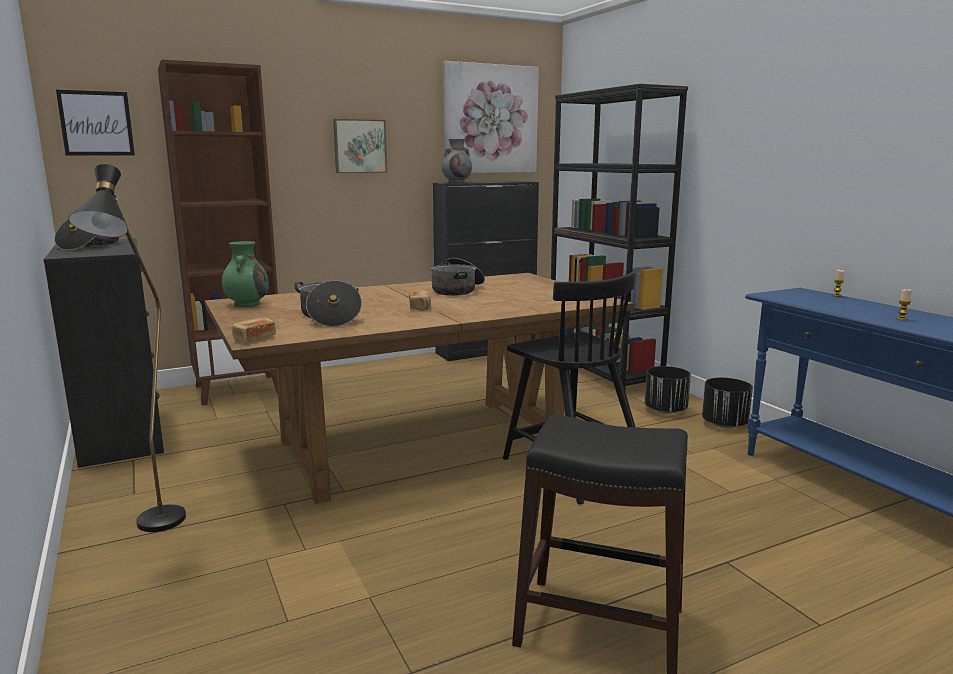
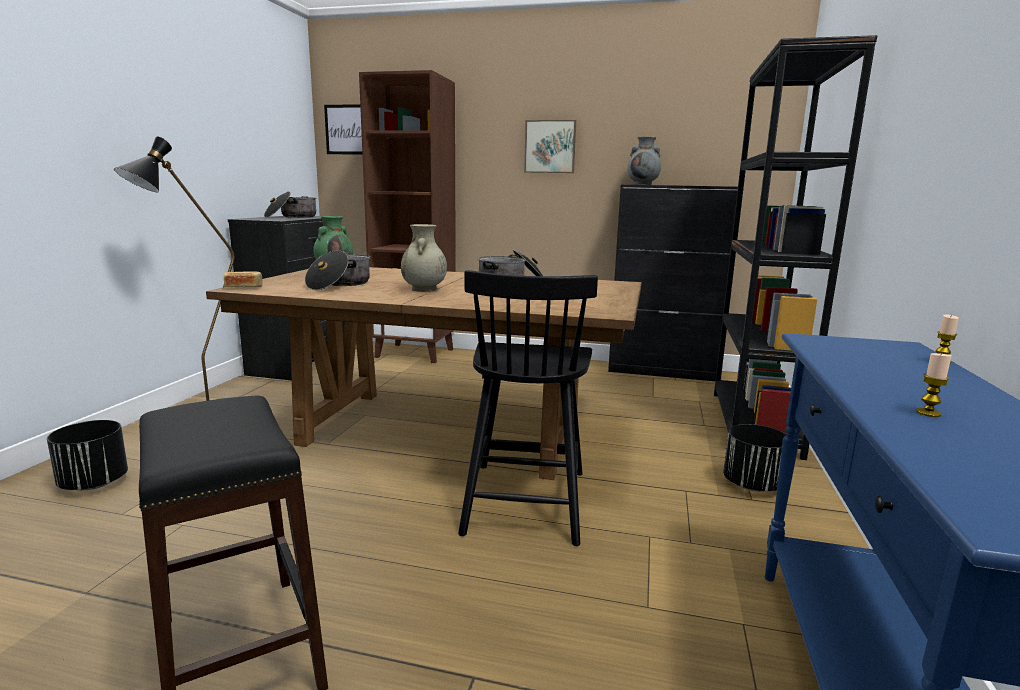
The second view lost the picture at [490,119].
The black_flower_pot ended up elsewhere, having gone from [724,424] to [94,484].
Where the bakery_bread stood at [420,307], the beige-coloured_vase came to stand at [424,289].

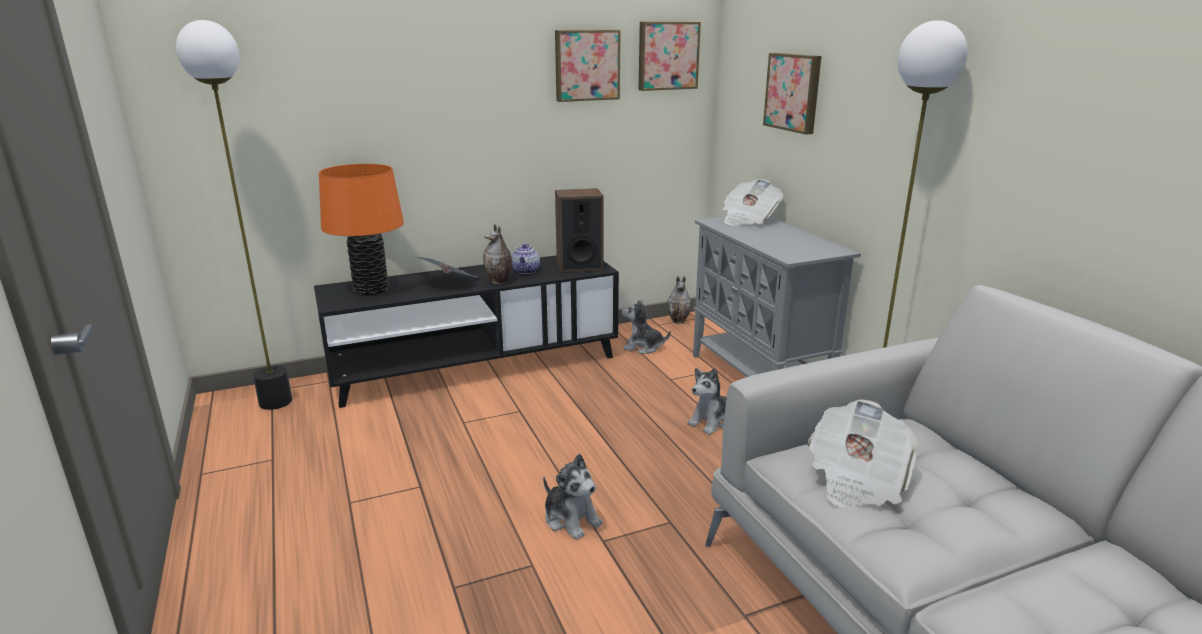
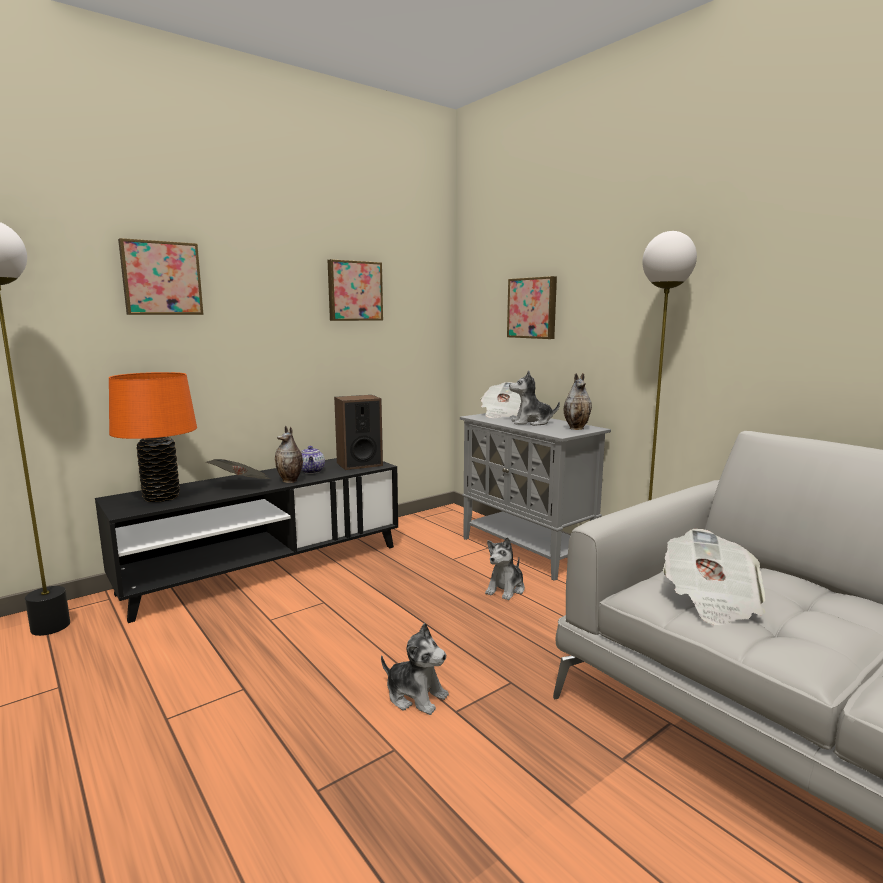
The plush_toy ended up elsewhere, having gone from [643,347] to [531,422].
The picture ended up elsewhere, having gone from [667,55] to [161,278].
The vase ended up elsewhere, having gone from [679,321] to [577,428].

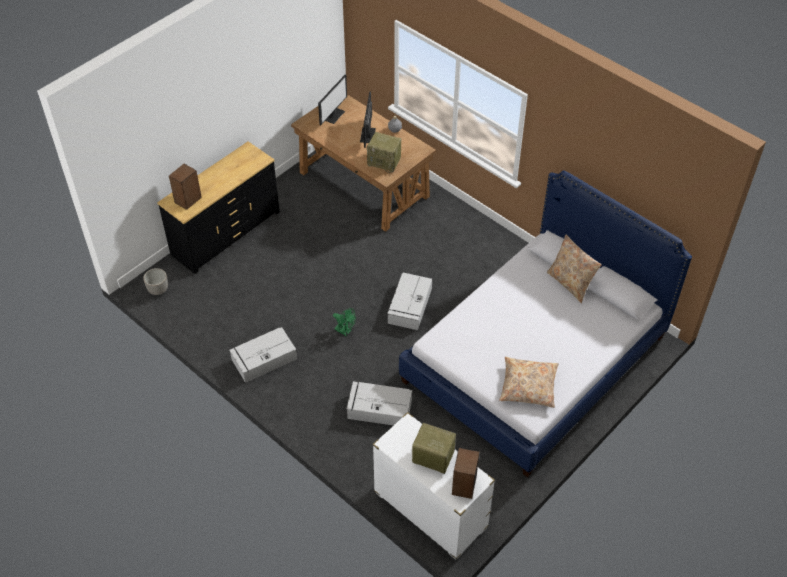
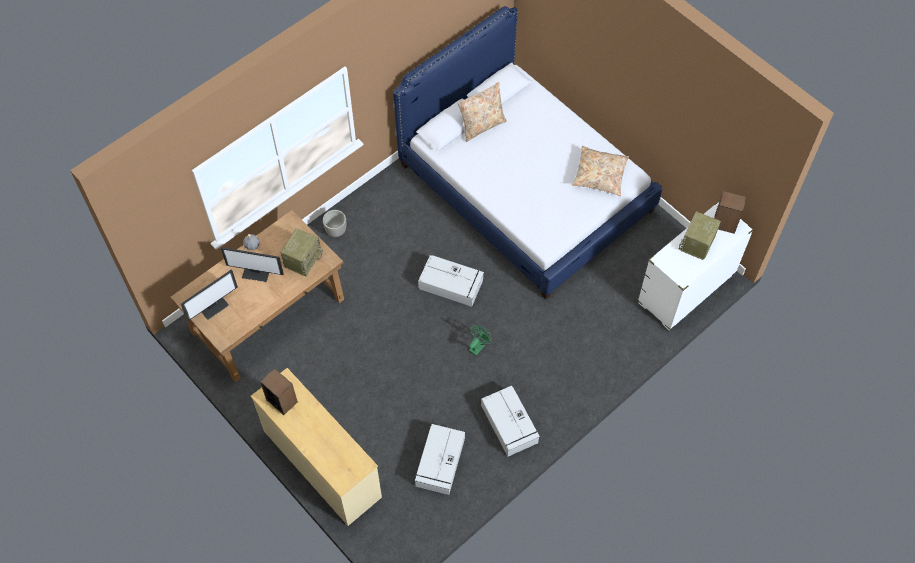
The flower_pot ended up elsewhere, having gone from [158,290] to [336,231].
The loudspeaker ended up elsewhere, having gone from [188,200] to [282,400].
The greyish_storage_box ended up elsewhere, having gone from [378,409] to [440,463].
What was the black_dresser at [225,233] turned into the beige-coloured_dresser at [321,464].
The computer_display at [333,115] ended up facing another way, 105 degrees clockwise from before.

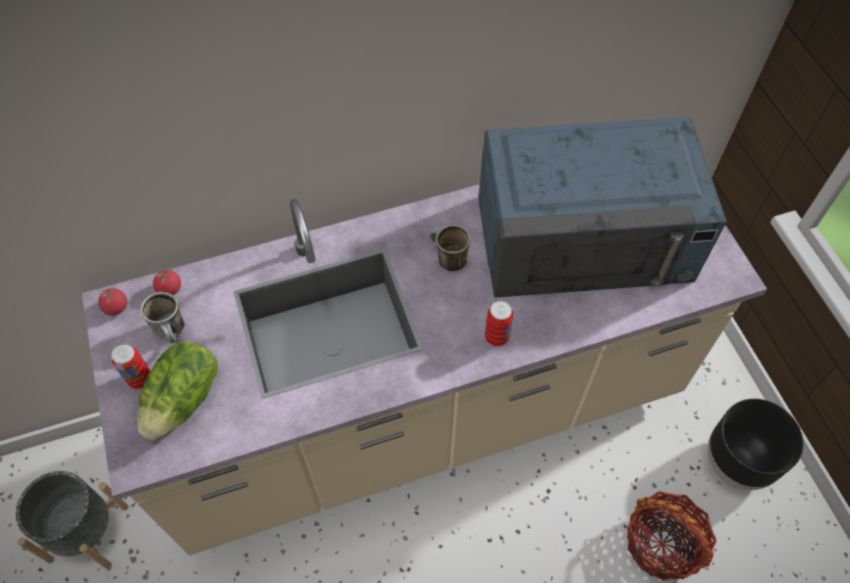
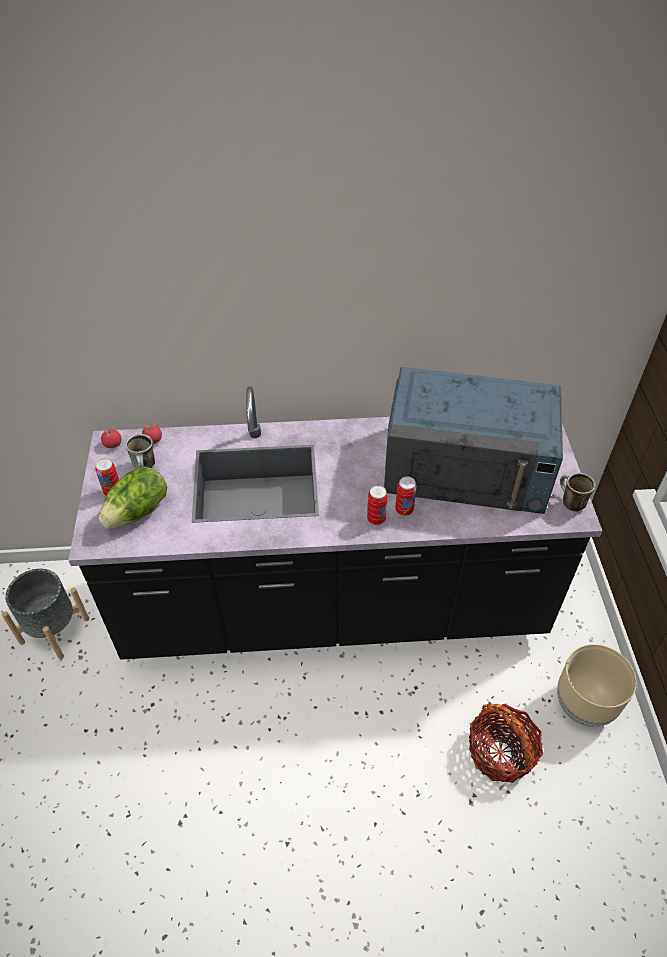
The second view gained the can at [404,510].
The mug ended up elsewhere, having gone from [447,259] to [569,502].
What was the beige-coloured_counter at [425,413] turned into the black_counter at [333,606].
What was the black_flower_pot at [737,463] turned into the beige-coloured_flower_pot at [584,705].

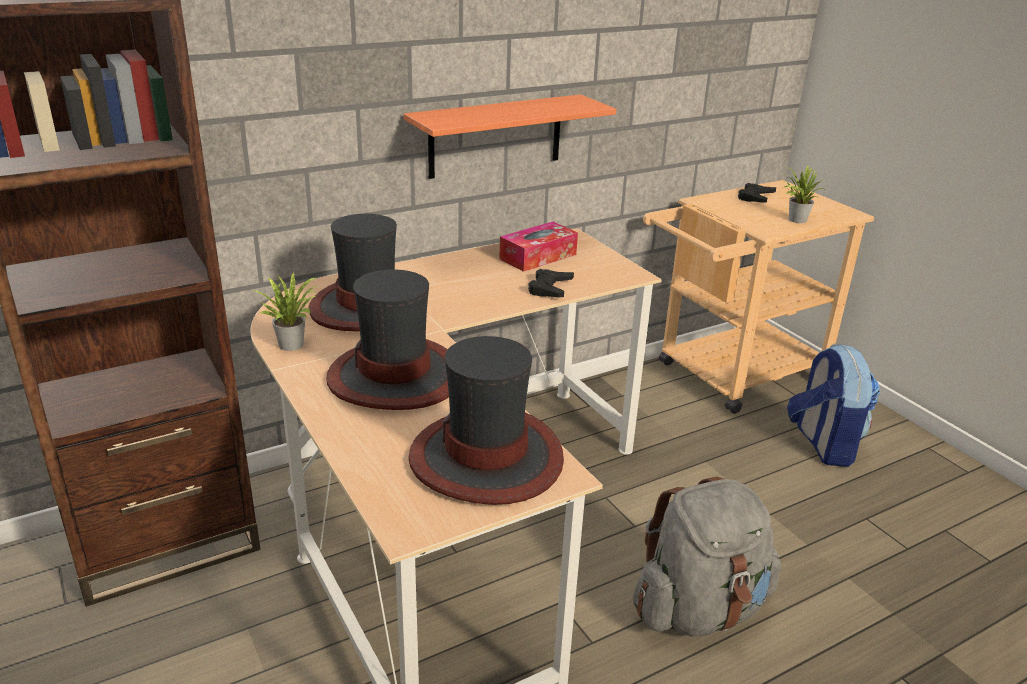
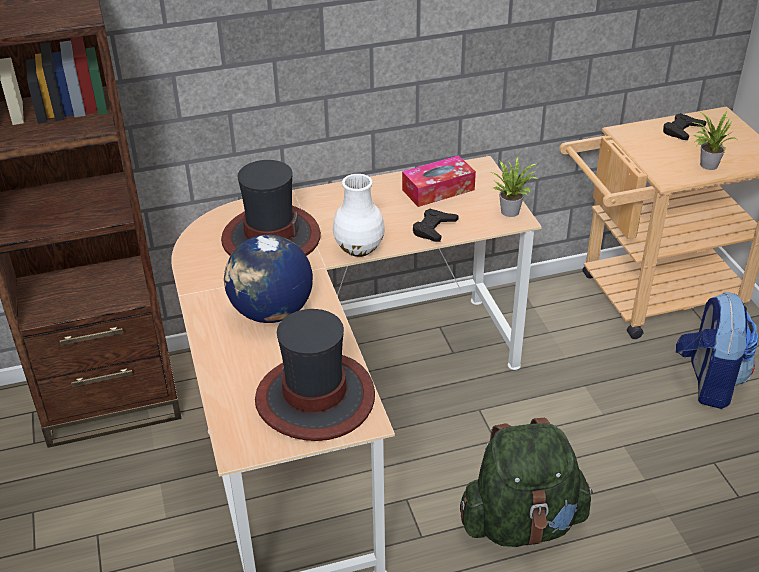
The second view lost the bracket_shelf at [495,136].
The second view gained the white_vase at [358,249].
The potted_plant ended up elsewhere, having gone from [293,343] to [511,210].
Where the hat stood at [395,377], the globe came to stand at [271,312].
What was the greyish_rucksack at [700,609] turned into the green_rucksack at [522,523].

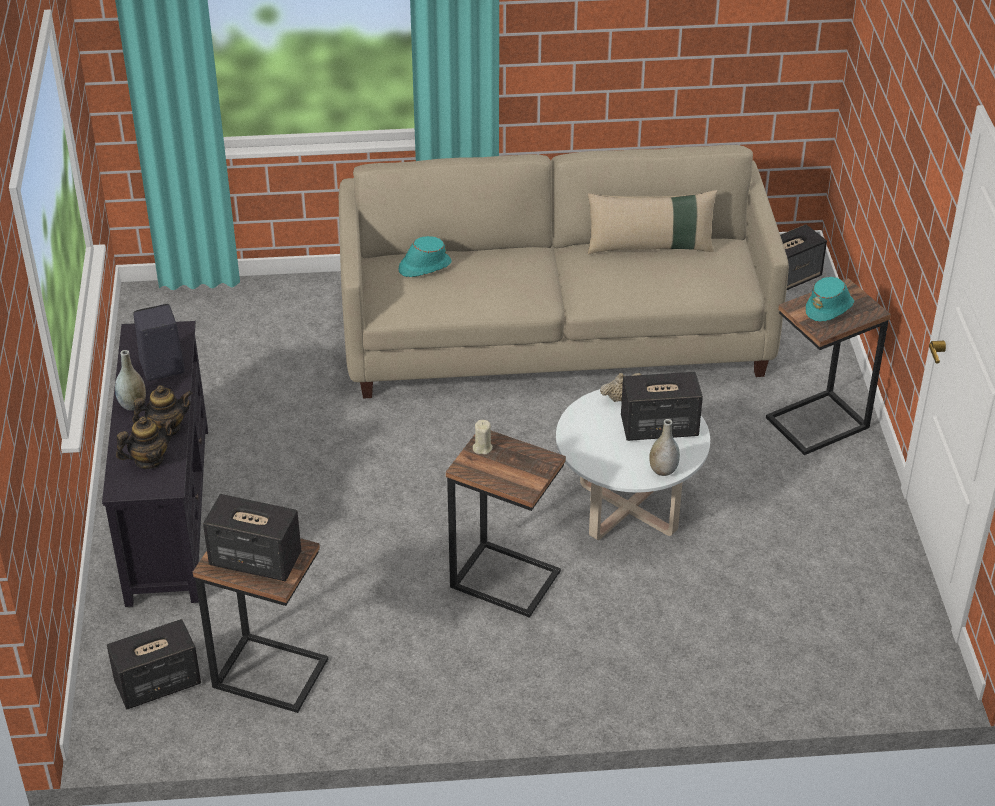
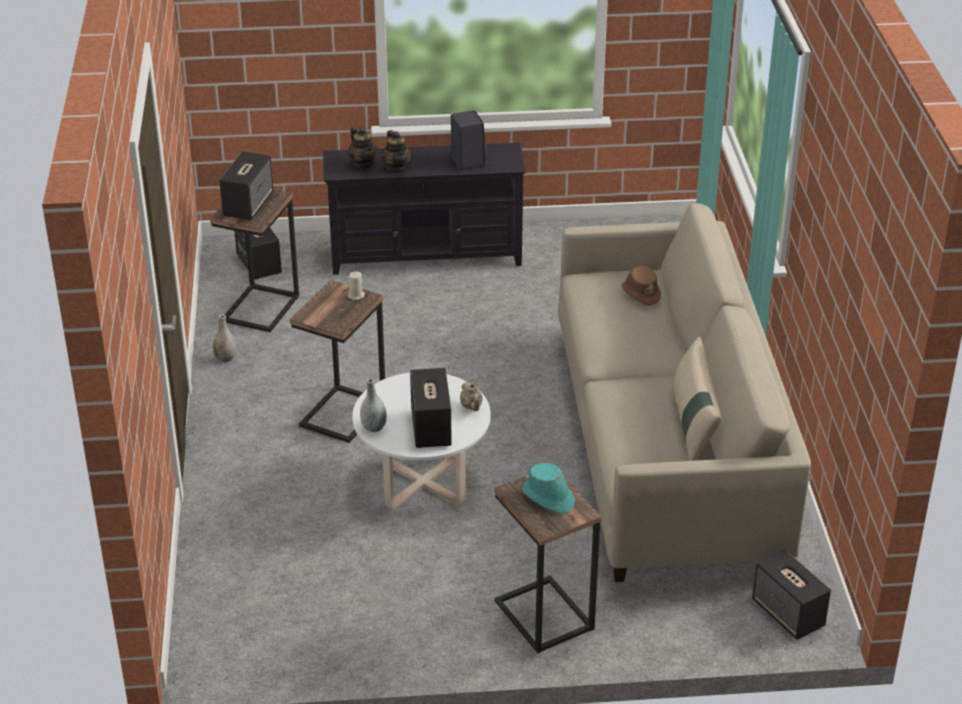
The greyish_vase ended up elsewhere, having gone from [132,405] to [225,358].
What was the turquoise-coloured_hat at [424,266] turned into the brown-coloured_hat at [641,293].

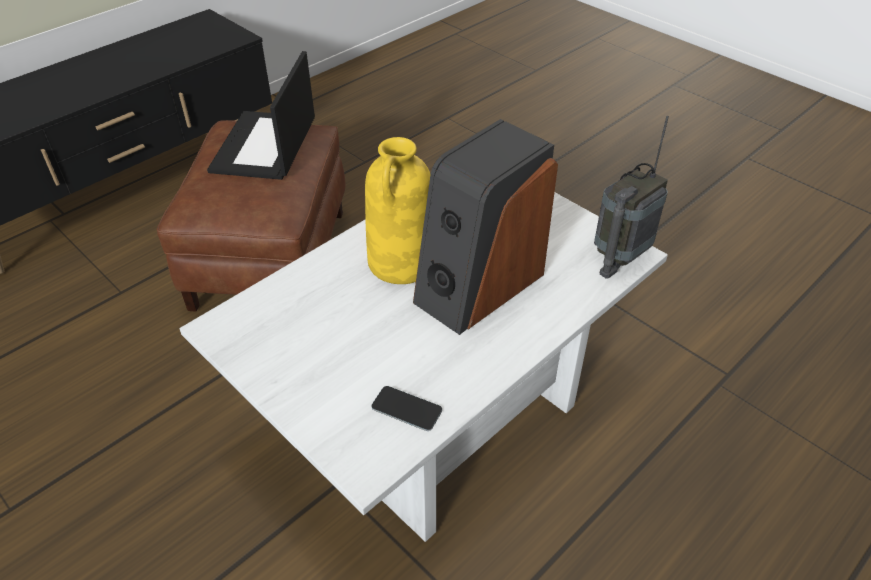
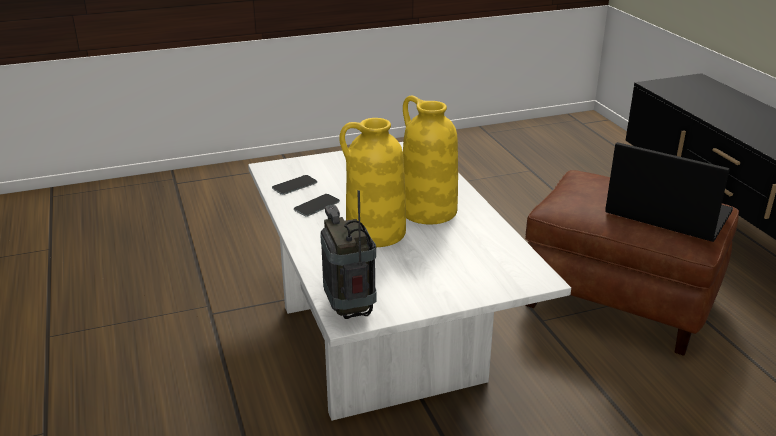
The second view gained the handset at [316,205].
Where the loudspeaker stood at [478,286], the yellowish_vase came to stand at [375,233].

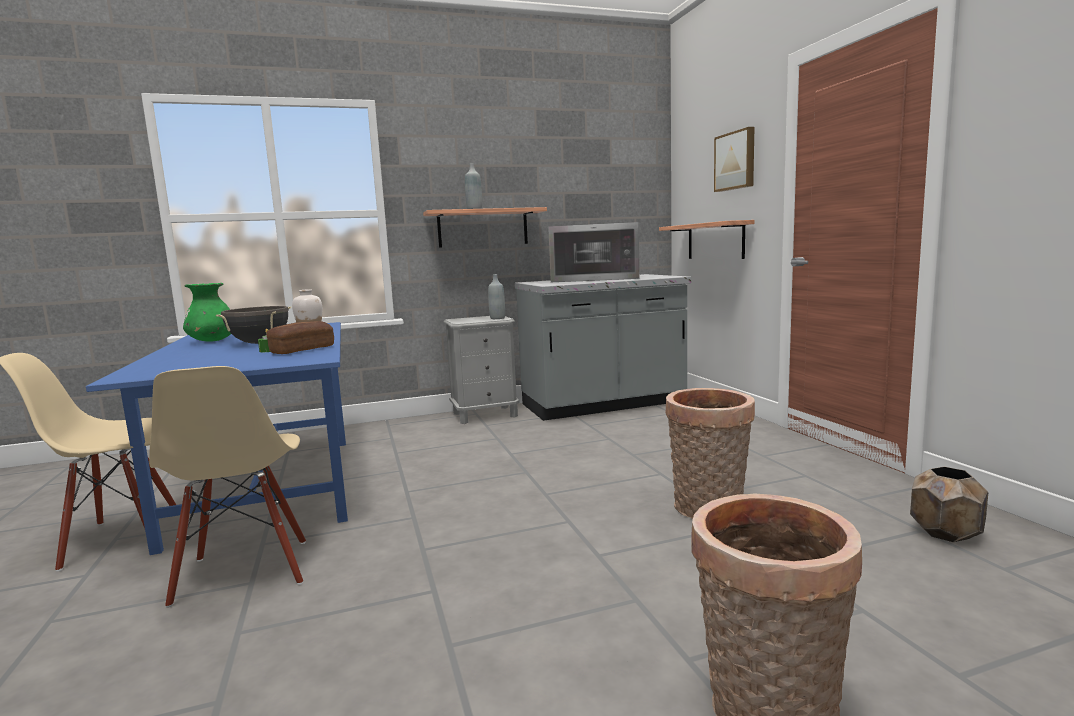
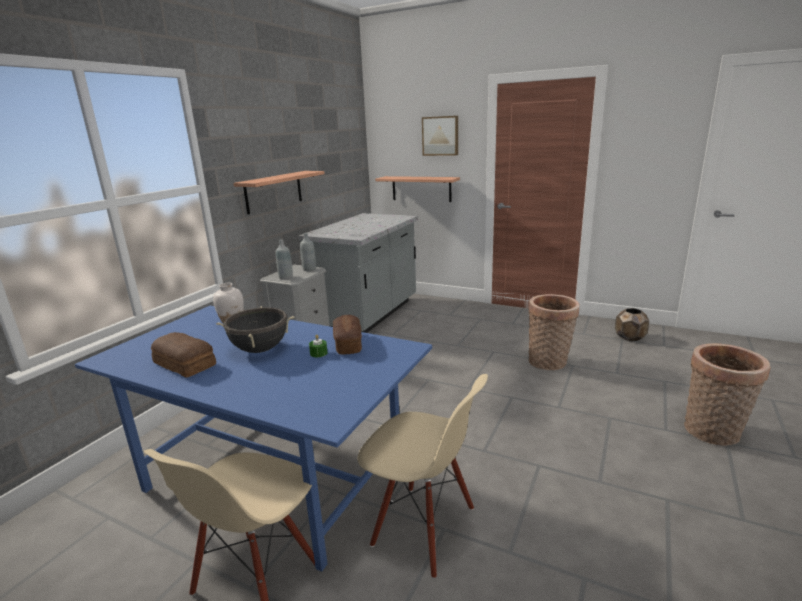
The second view lost the microwave_oven at [594,279].
The greyish_beverage_bottle ended up elsewhere, having gone from [474,209] to [286,277].
Where the green_vase stood at [212,341], the bakery_bread came to stand at [185,363].

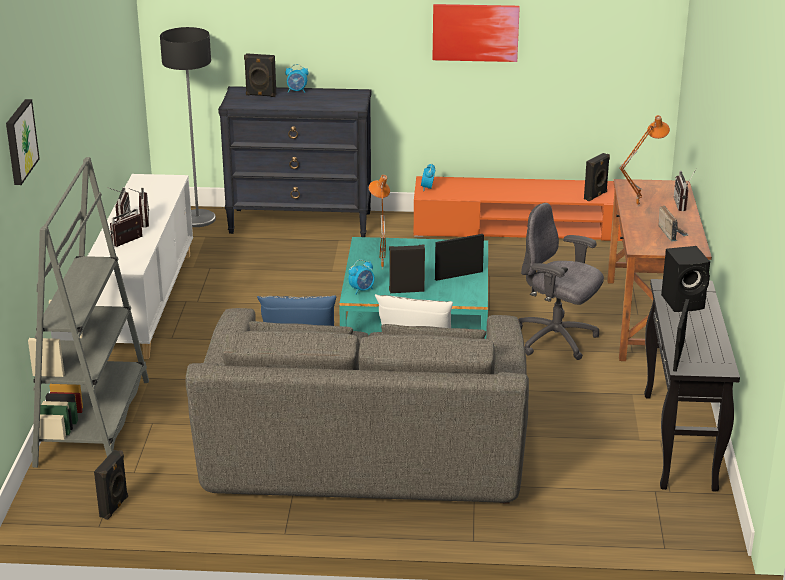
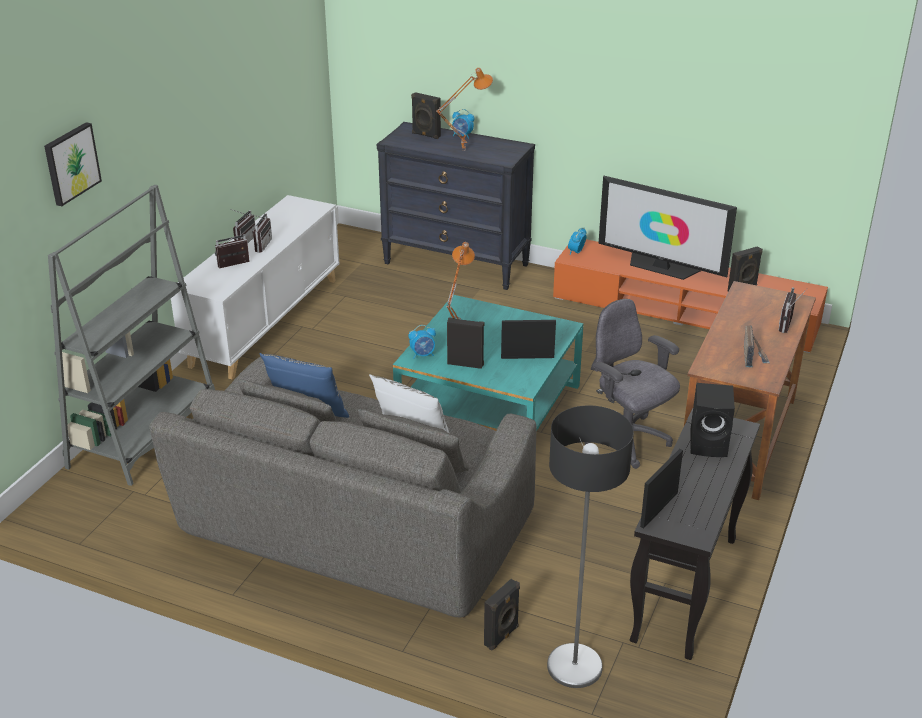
The second view lost the picture at [475,32].
The second view gained the TV at [661,267].
The black_loudspeaker ended up elsewhere, having gone from [115,507] to [502,636].
The standing_lamp ended up elsewhere, having gone from [198,219] to [575,667].
The orange_tabletop_lamp ended up elsewhere, having gone from [636,205] to [463,149].

